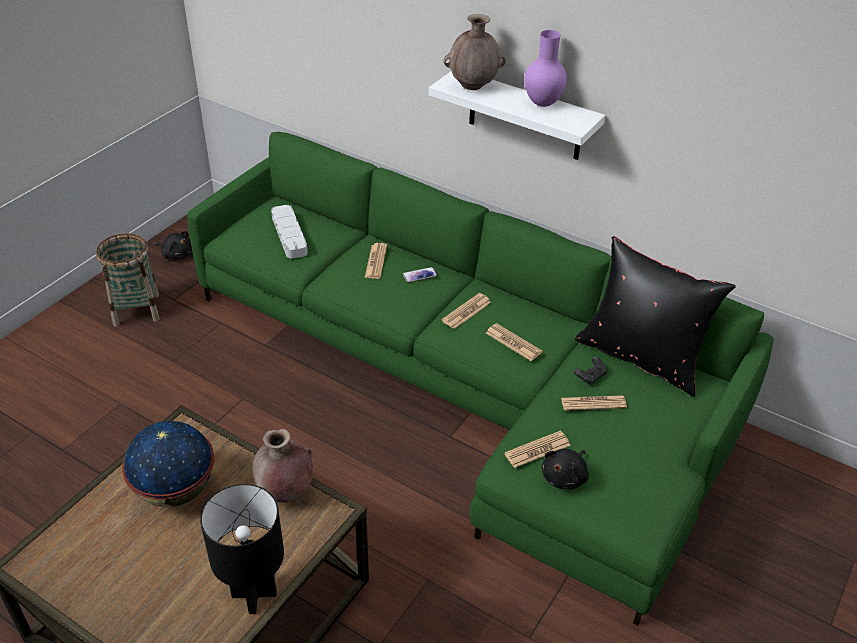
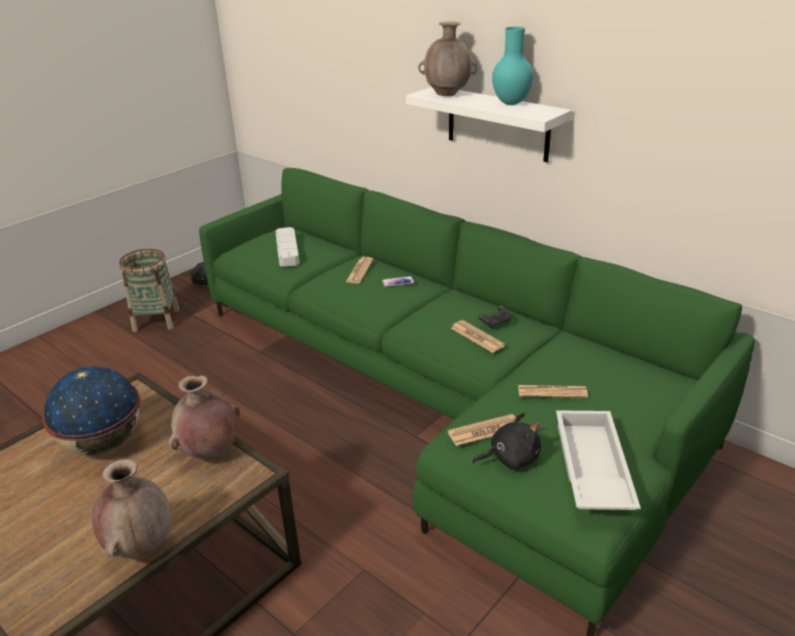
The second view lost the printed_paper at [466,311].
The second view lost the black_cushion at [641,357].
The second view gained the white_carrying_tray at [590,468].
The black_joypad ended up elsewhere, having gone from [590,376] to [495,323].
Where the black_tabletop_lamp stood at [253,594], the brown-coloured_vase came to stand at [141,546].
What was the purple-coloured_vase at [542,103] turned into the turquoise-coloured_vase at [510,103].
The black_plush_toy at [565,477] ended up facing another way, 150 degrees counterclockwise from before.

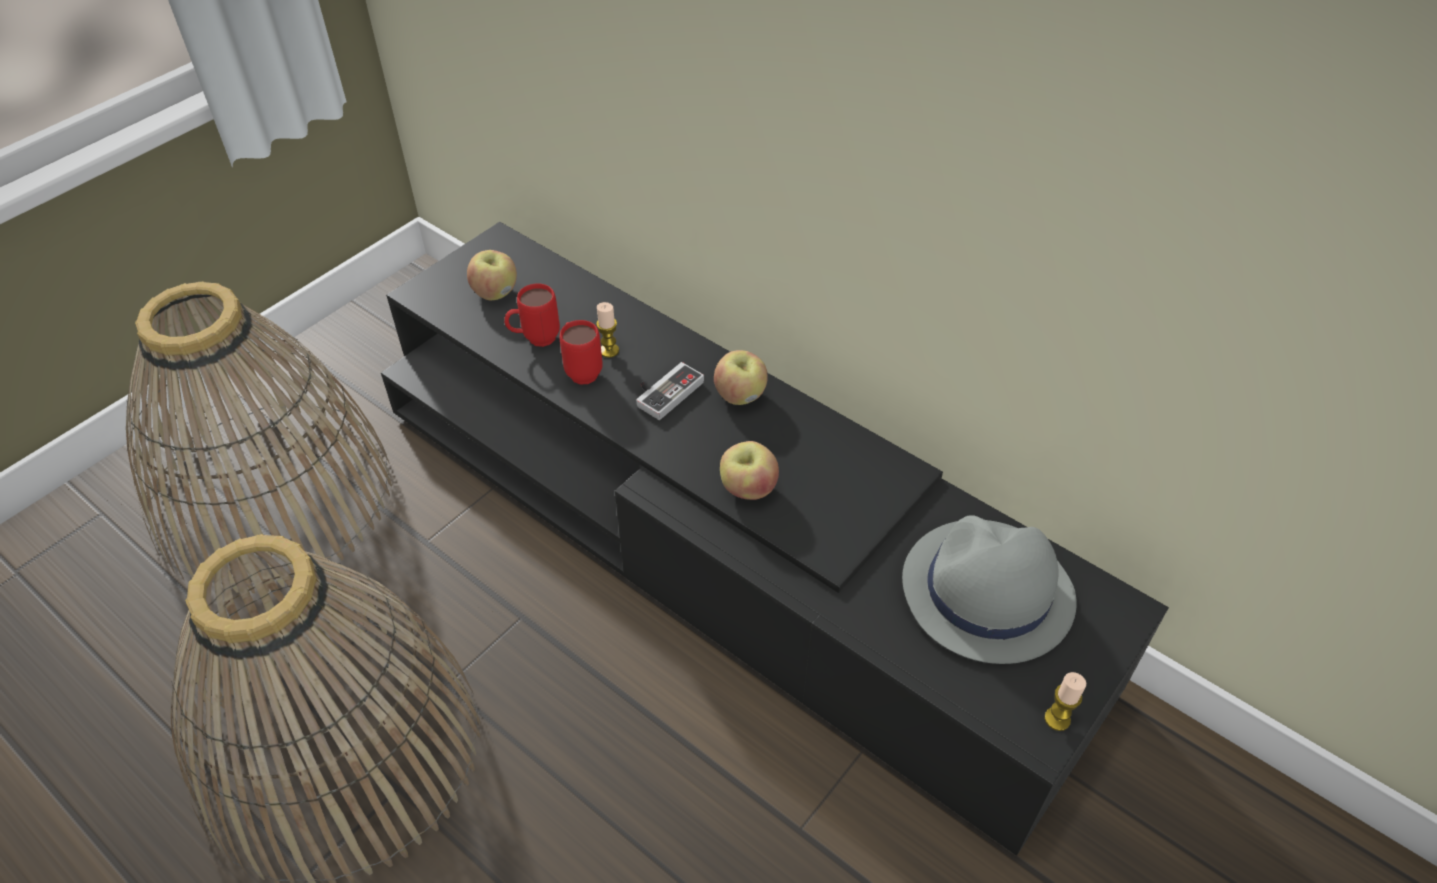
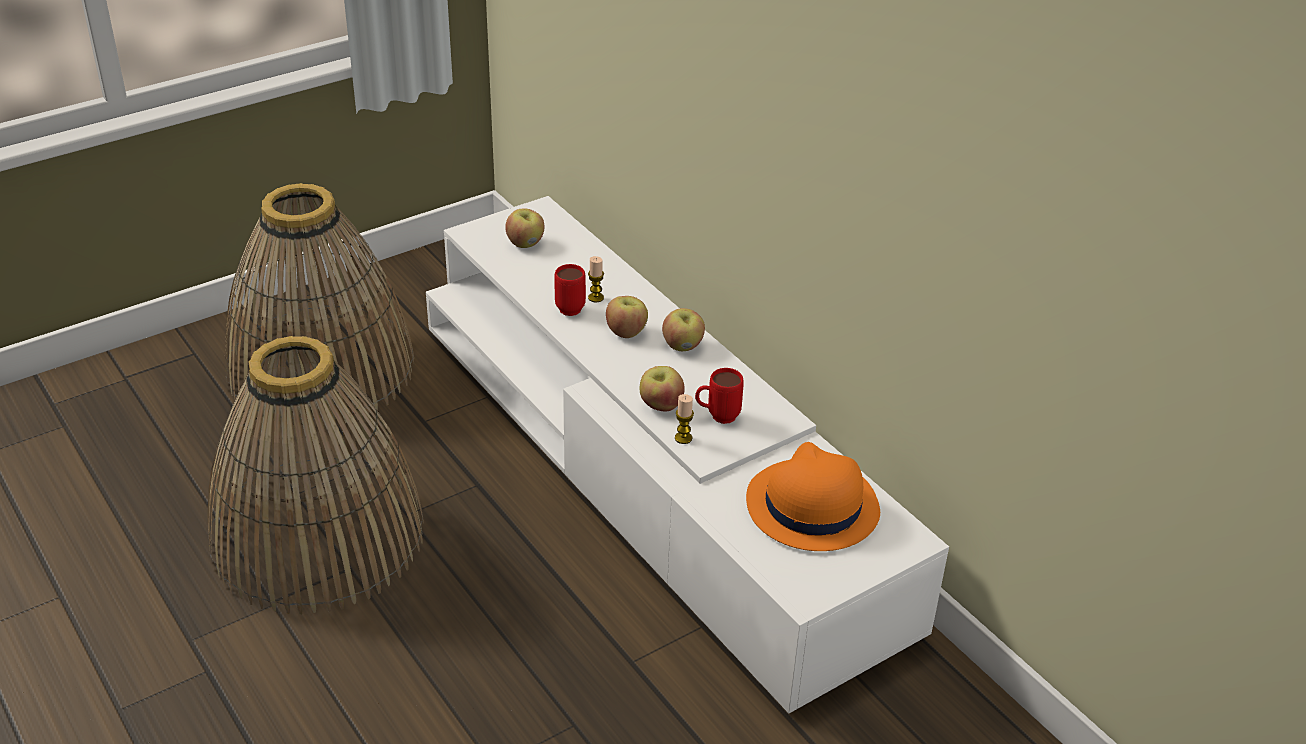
The reddish_mug ended up elsewhere, having gone from [534,340] to [717,417].
The wax_light ended up elsewhere, having gone from [1057,719] to [683,438].
Where the joypad stood at [665,391], the whole_apple came to stand at [626,332].
What was the black_media_console at [718,539] turned into the white_media_console at [649,467].
What was the greyish_hat at [986,592] turned into the orange_hat at [811,506].

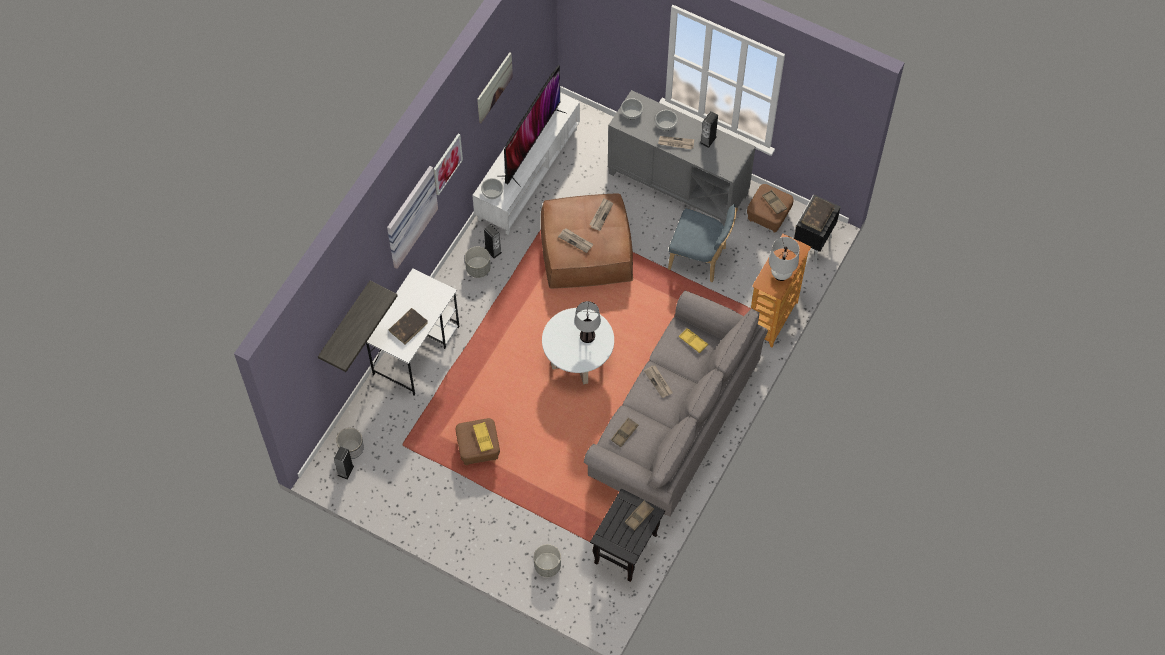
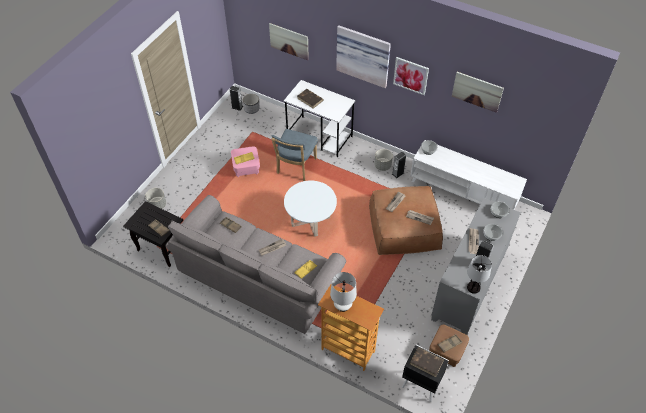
The second view lost the TV at [531,144].
The tabletop_lamp ended up elsewhere, having gone from [587,336] to [473,287].
The blue_plain_chair ended up elsewhere, having gone from [700,259] to [295,167].
Where the bracket_shelf hung at [345,323], the picture came to hang at [289,41].
What was the brown-coloured_pouffe at [478,449] turned into the pink_pouffe at [246,168].

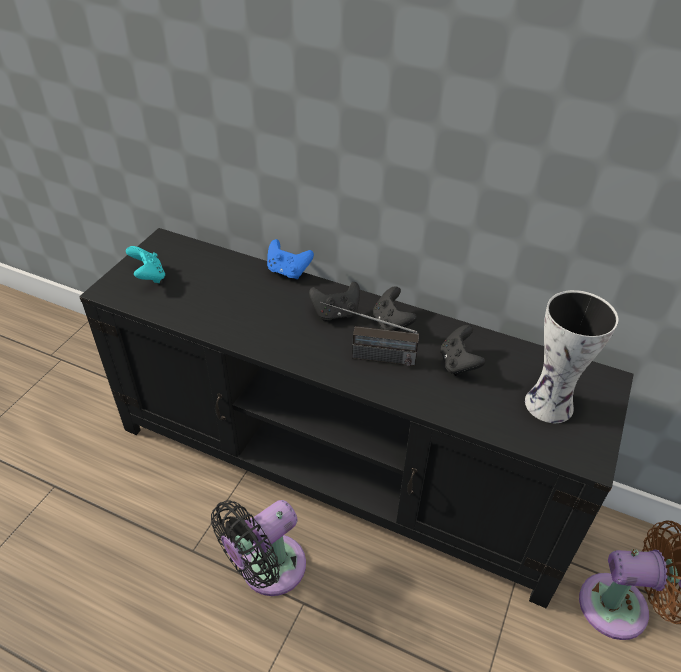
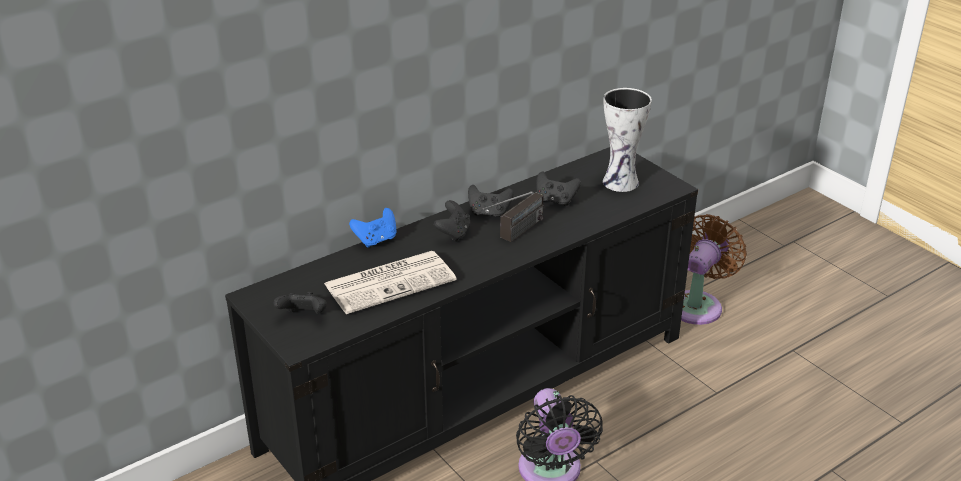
The second view gained the printed_paper at [391,282].
What was the turquoise-coloured_joypad at [149,277] turned into the black_joypad at [303,316].

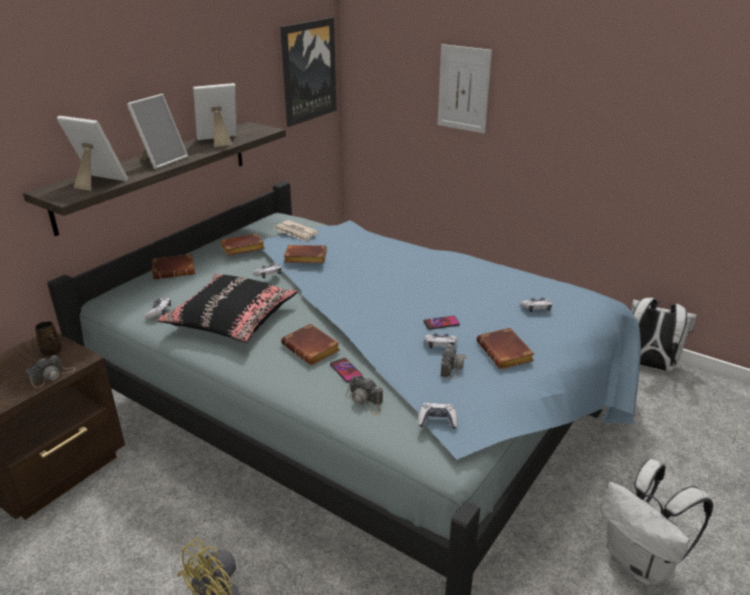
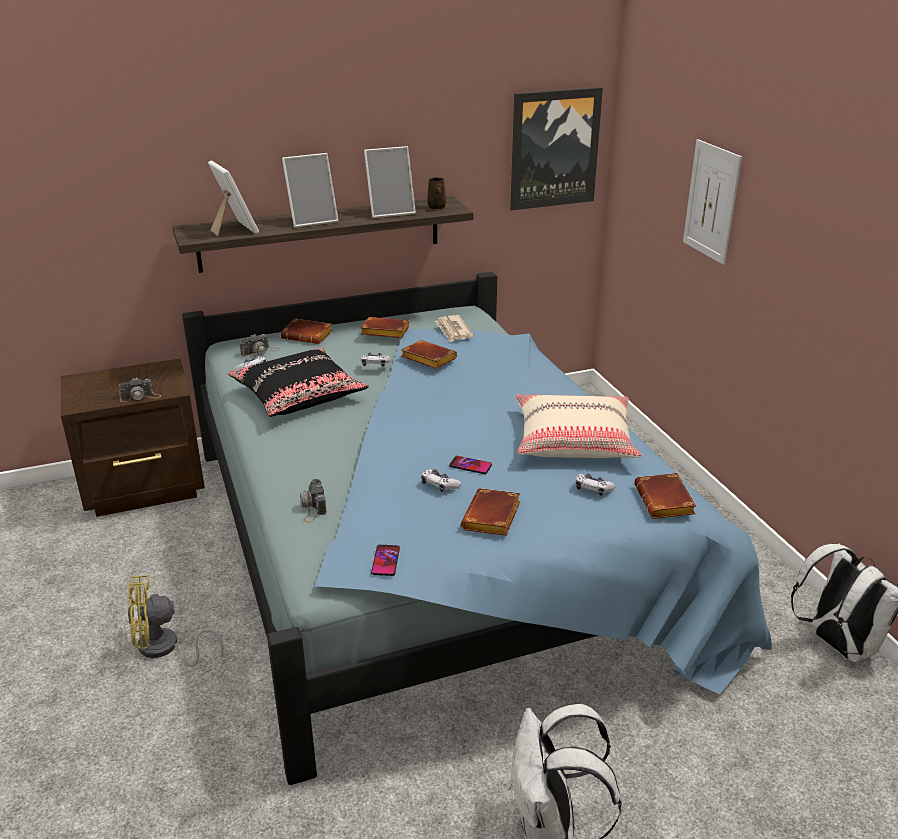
The second view lost the joypad at [437,421].
The second view gained the beige-coloured_cushion at [574,440].
The brown-coloured_mug ended up elsewhere, having gone from [52,351] to [436,207].
The brown-coloured_volume ended up elsewhere, having gone from [313,349] to [666,502].
The handset ended up elsewhere, having gone from [346,370] to [385,561].
The still_camera ended up elsewhere, having gone from [453,366] to [260,352].
The photo_frame at [219,141] ended up facing another way, 150 degrees clockwise from before.

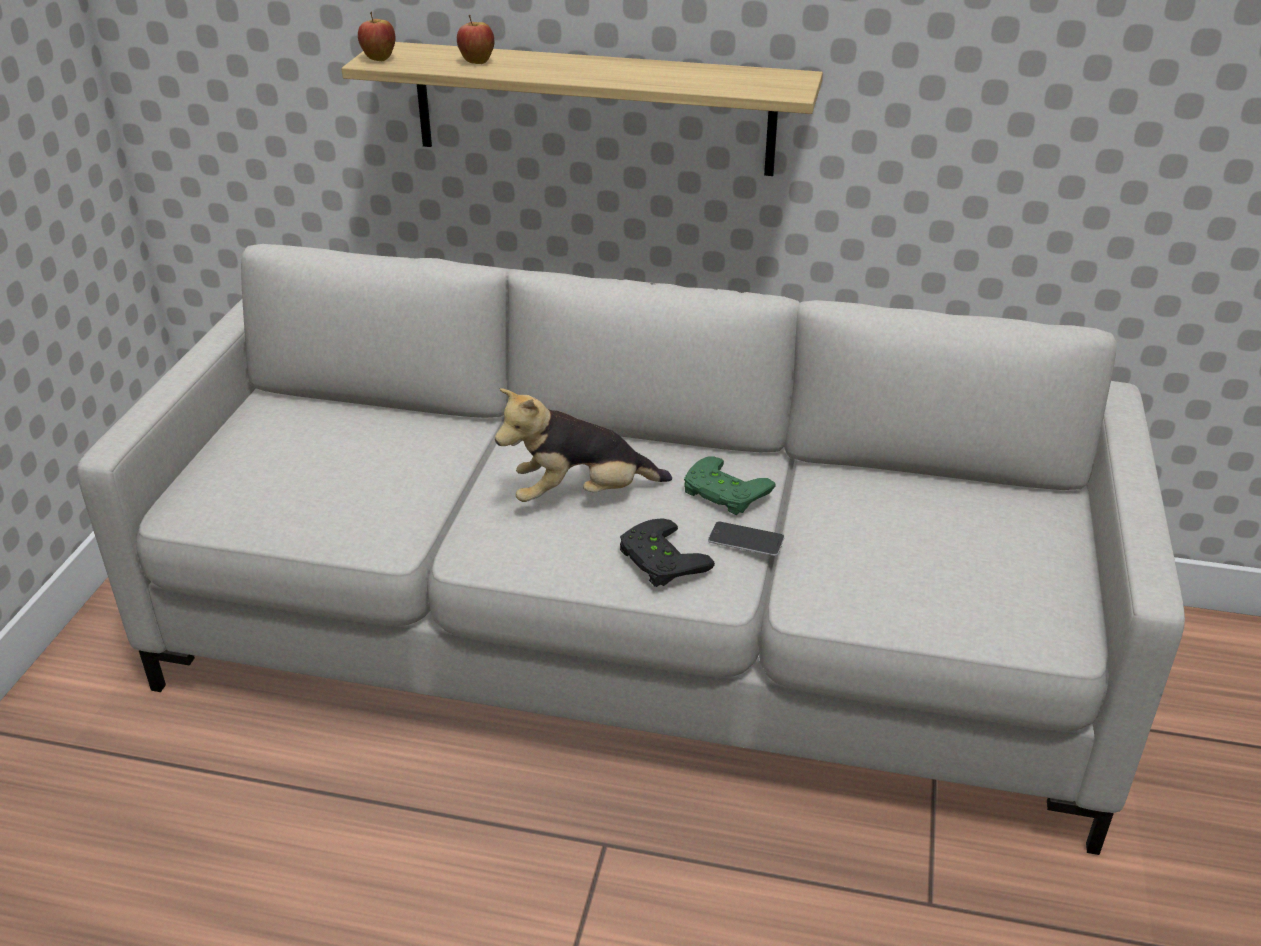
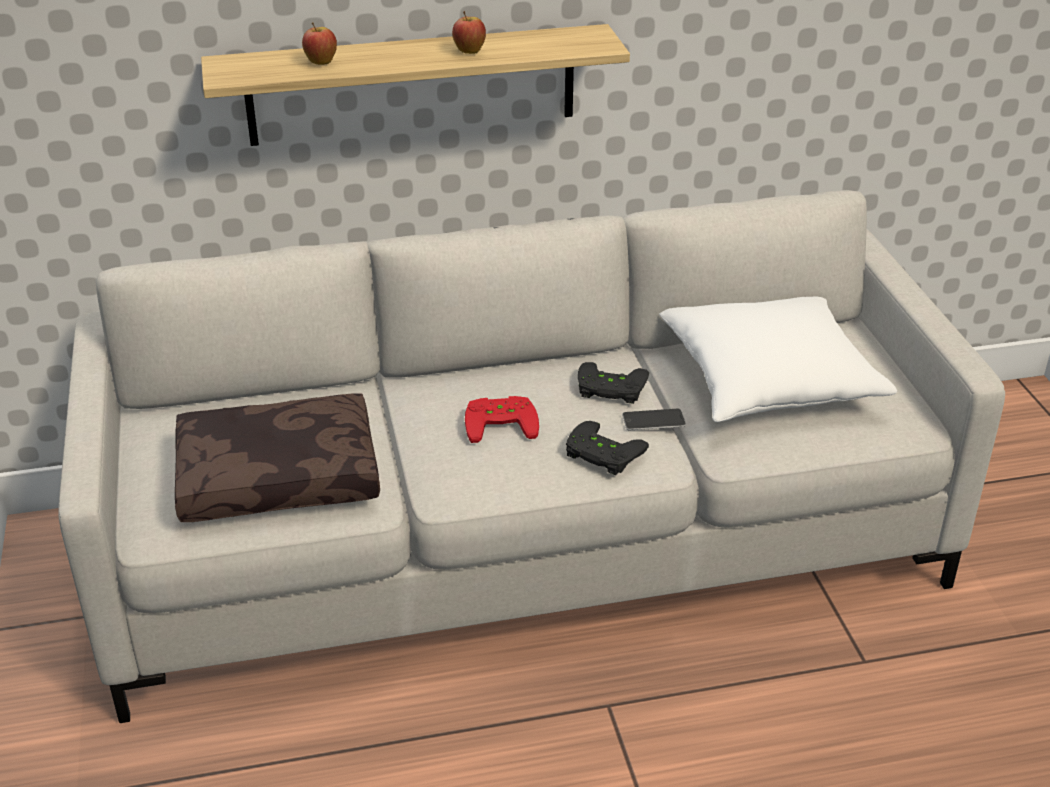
The second view gained the brown-coloured_cushion at [280,475].
The second view gained the white_cushion at [769,380].
The whole_apple ended up elsewhere, having gone from [379,59] to [469,52].
Where the plush_toy stood at [581,495], the reddish_joypad came to stand at [501,422].
What was the green_joypad at [722,493] turned into the black_joypad at [610,389].

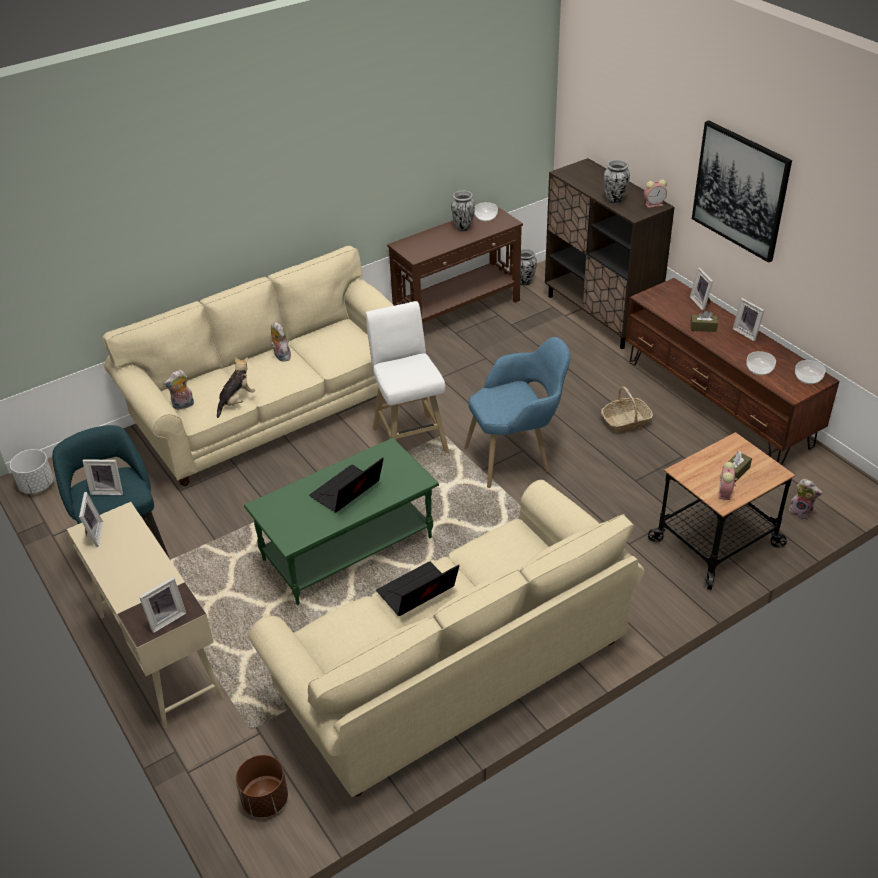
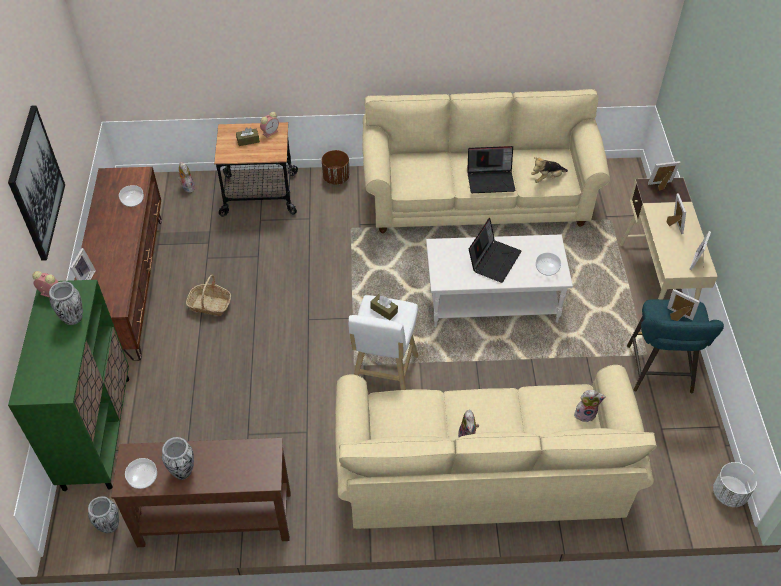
The second view lost the blue_armchair at [517,456].
The plush_toy ended up elsewhere, having gone from [236,401] to [547,178].
The brown-coloured_flower_pot ended up elsewhere, having gone from [265,800] to [336,178].
The brown-coloured_tissue_holder ended up elsewhere, having gone from [703,327] to [384,310].
The photo_frame ended up elsewhere, having gone from [747,333] to [673,225].
The deep_dish ended up elsewhere, having gone from [808,378] to [547,269].
What was the green_low_table at [348,550] turned into the white_low_table at [493,301].
What was the brown-coloured_cupboard at [600,315] turned into the green_cupboard at [97,431].
The portable_computer at [347,492] ended up facing another way, 45 degrees counterclockwise from before.

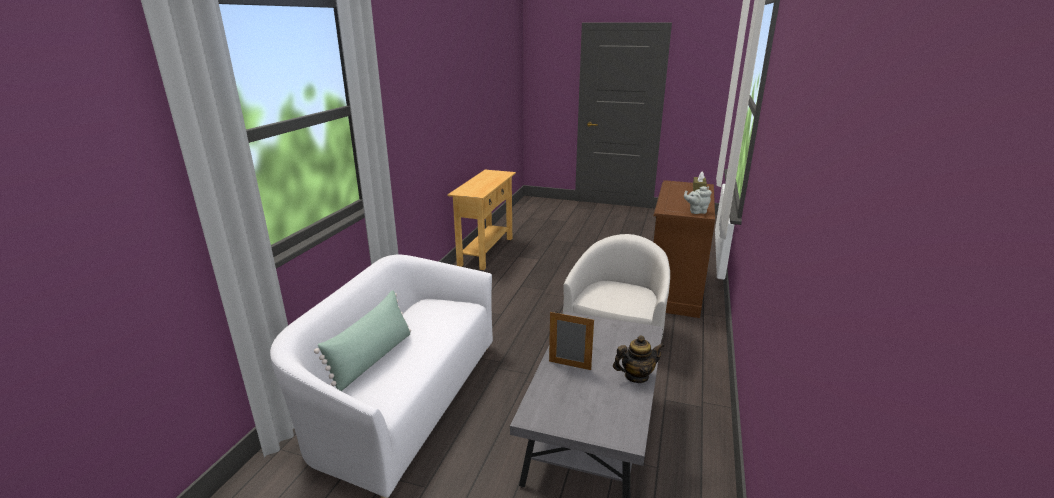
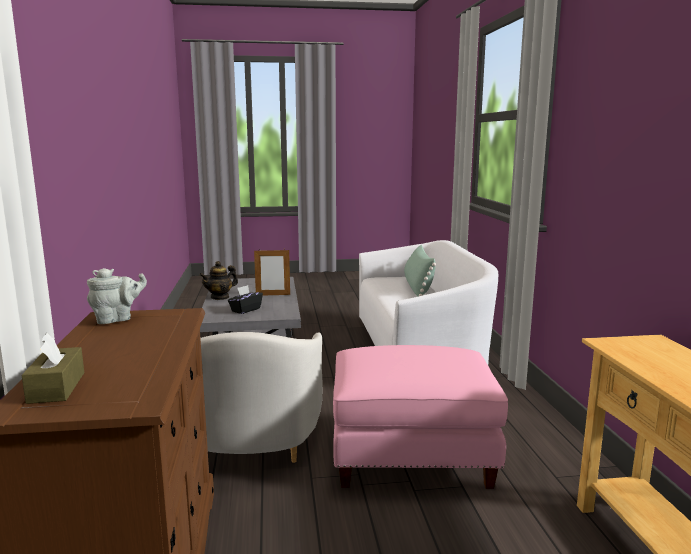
The second view gained the black_tissue_holder at [245,310].
The second view gained the pink_pouffe at [410,457].

